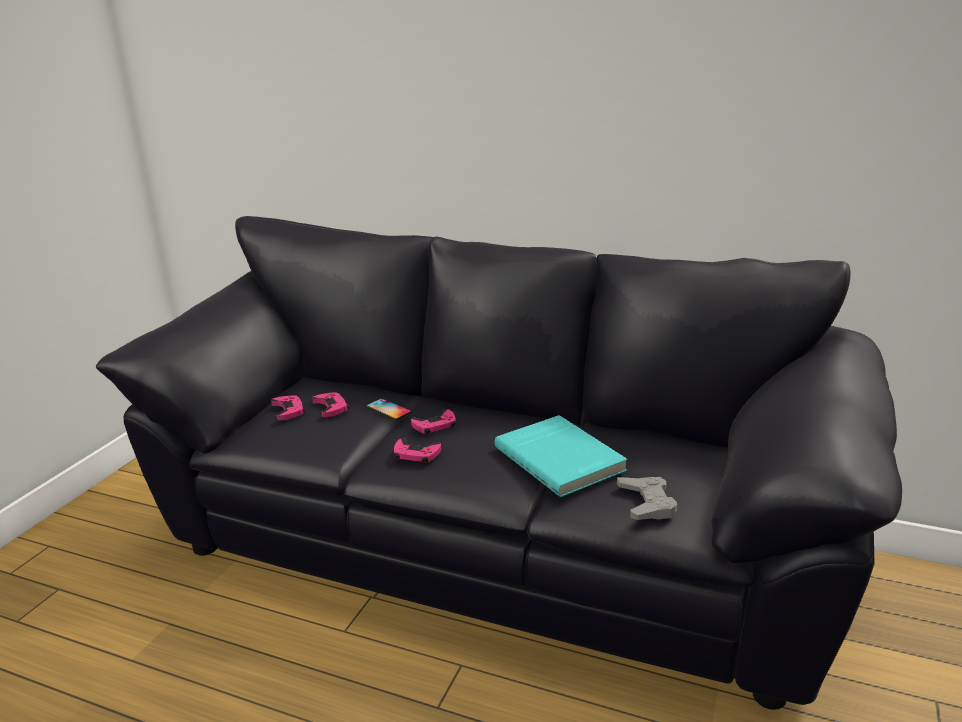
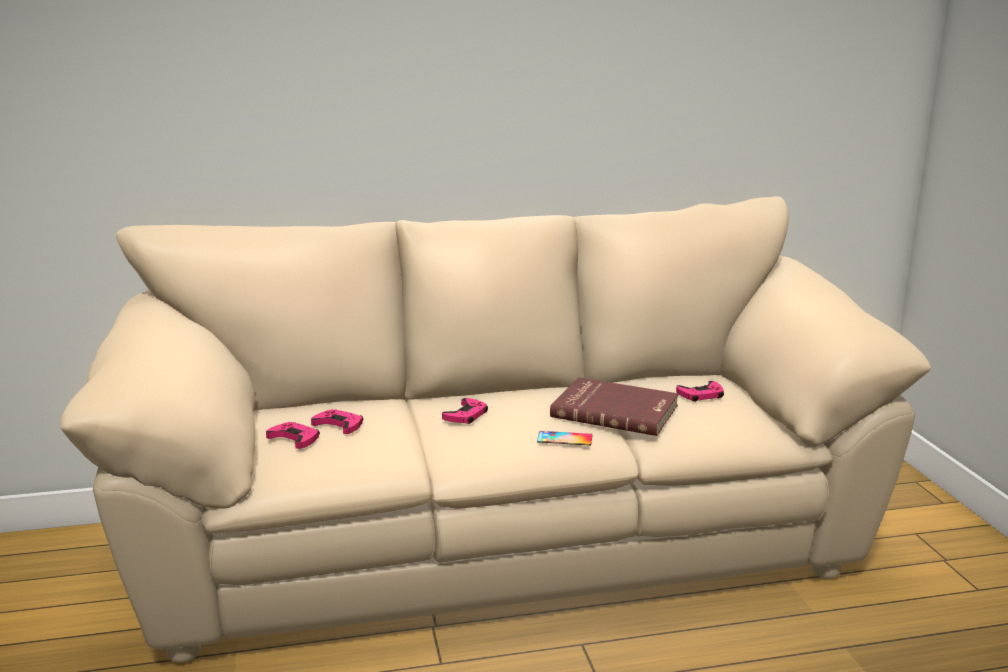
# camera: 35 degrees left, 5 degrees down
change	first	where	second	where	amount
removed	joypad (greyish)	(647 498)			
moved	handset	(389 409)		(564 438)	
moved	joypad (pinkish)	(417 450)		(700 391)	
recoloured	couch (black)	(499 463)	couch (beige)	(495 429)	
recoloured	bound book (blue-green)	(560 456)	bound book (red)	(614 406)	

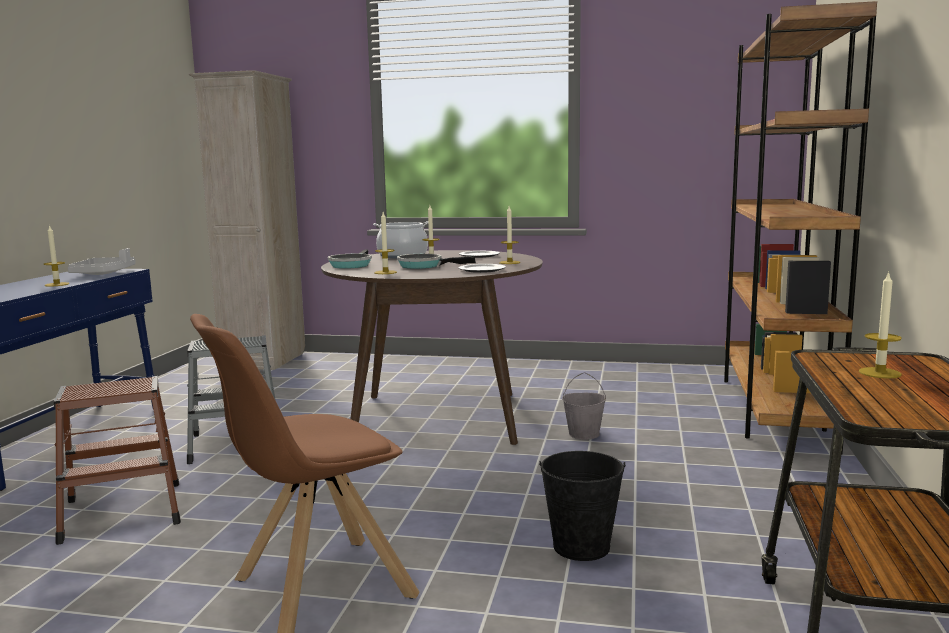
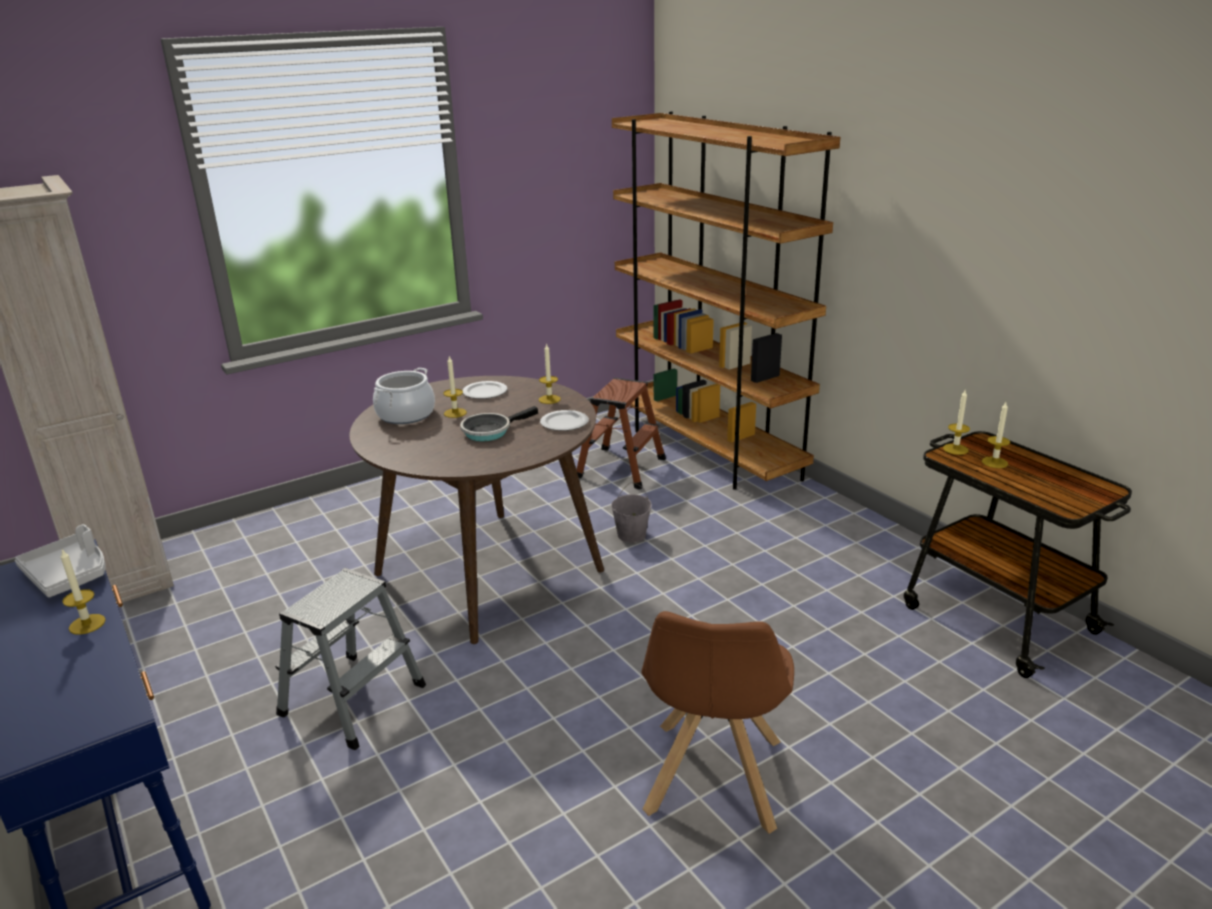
# camera: 45 degrees left, 15 degrees up
change	first	where	second	where	amount
removed	pan	(350 259)			
removed	bucket (black)	(582 506)			
moved	stepladder (brown-coloured)	(117 460)		(621 433)	
moved	wax candle	(385 243)		(956 422)	

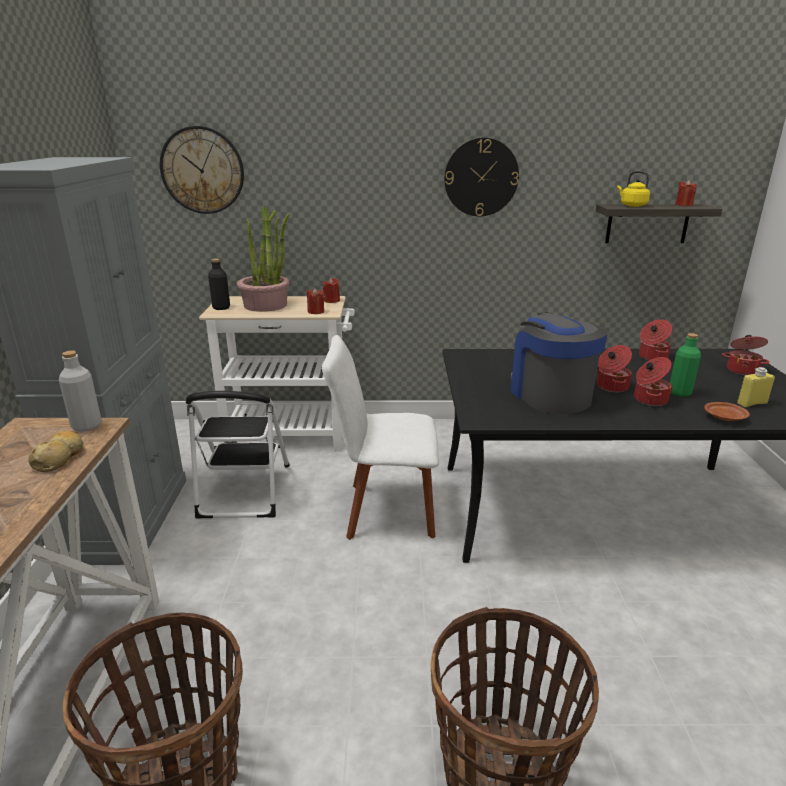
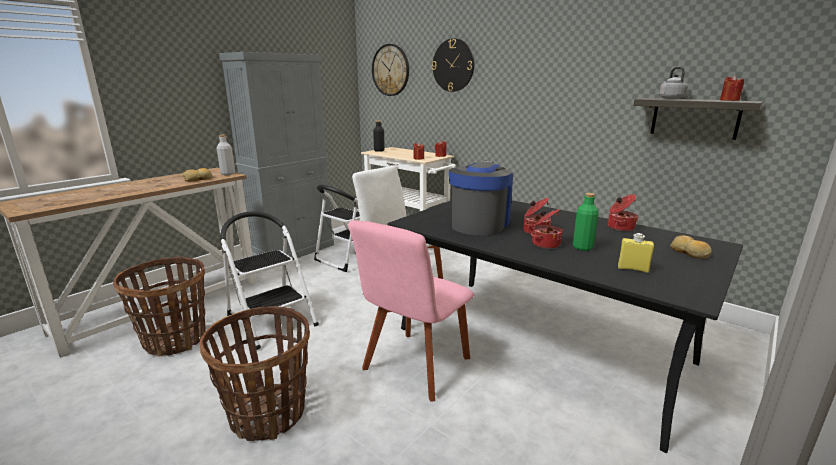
# camera: 40 degrees right, 5 degrees down
change	first	where	second	where	amount
removed	potted plant	(263 259)			
removed	plate (brown-coloured)	(727 411)			
added			stepladder	(269 281)	
added			upright chair (pinkish)	(411 311)	
moved	clock on the wall	(481 177)		(453 65)	
replaced	stockpot	(746 355)	bread	(691 247)	
recoloured	tea kettle (yellowish)	(633 189)	tea kettle (greyish)	(673 83)	

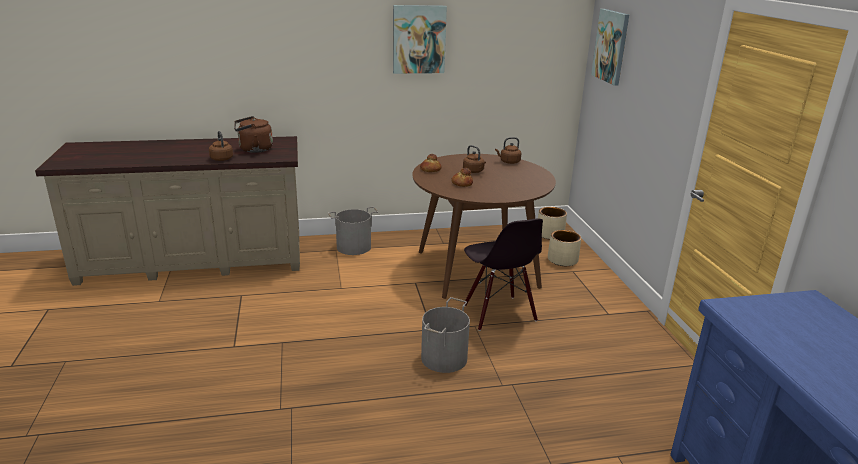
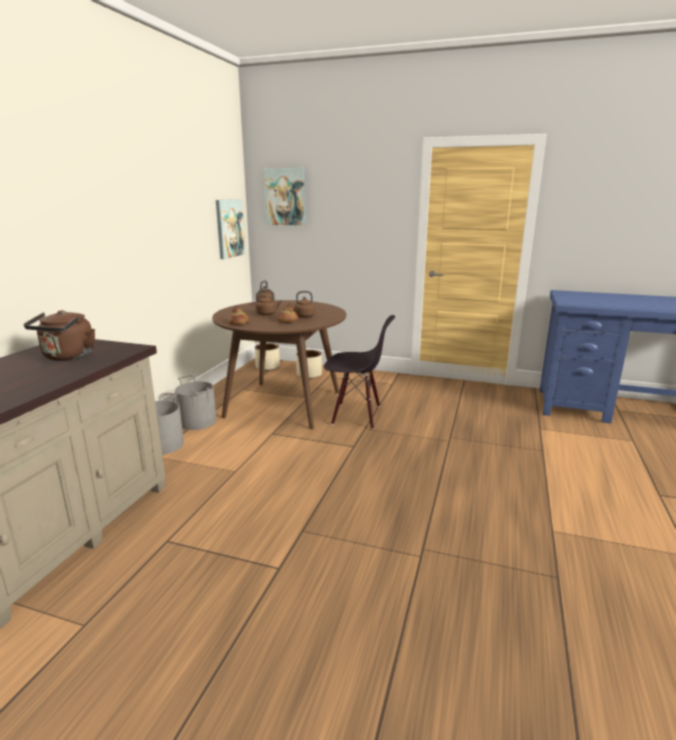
# camera: 60 degrees left, 5 degrees down
change	first	where	second	where	amount
moved	tea kettle (brown-coloured)	(221 146)		(302 304)	
moved	wall picture	(420 39)		(230 229)	
moved	bucket (greyish)	(445 335)		(195 402)	

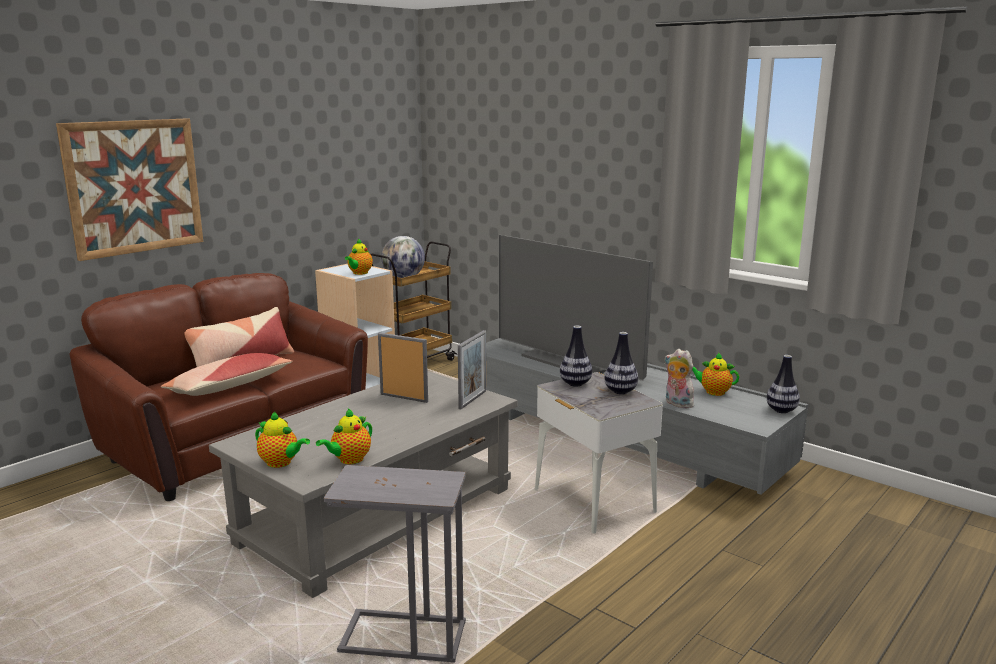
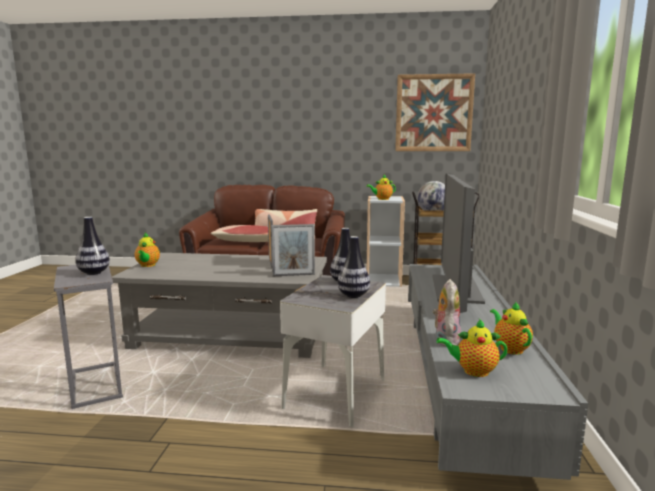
# camera: 55 degrees right, 5 degrees down
change	first	where	second	where	amount
moved	wall picture	(129 189)		(435 112)	
moved	tea pot	(344 436)		(472 348)	
moved	vase	(783 384)		(92 246)	

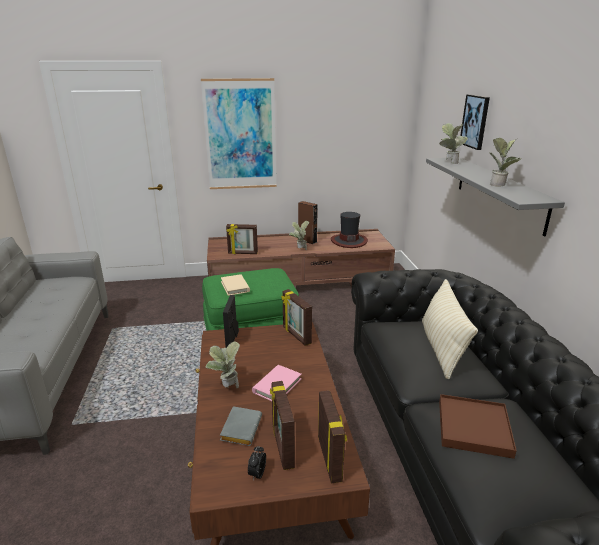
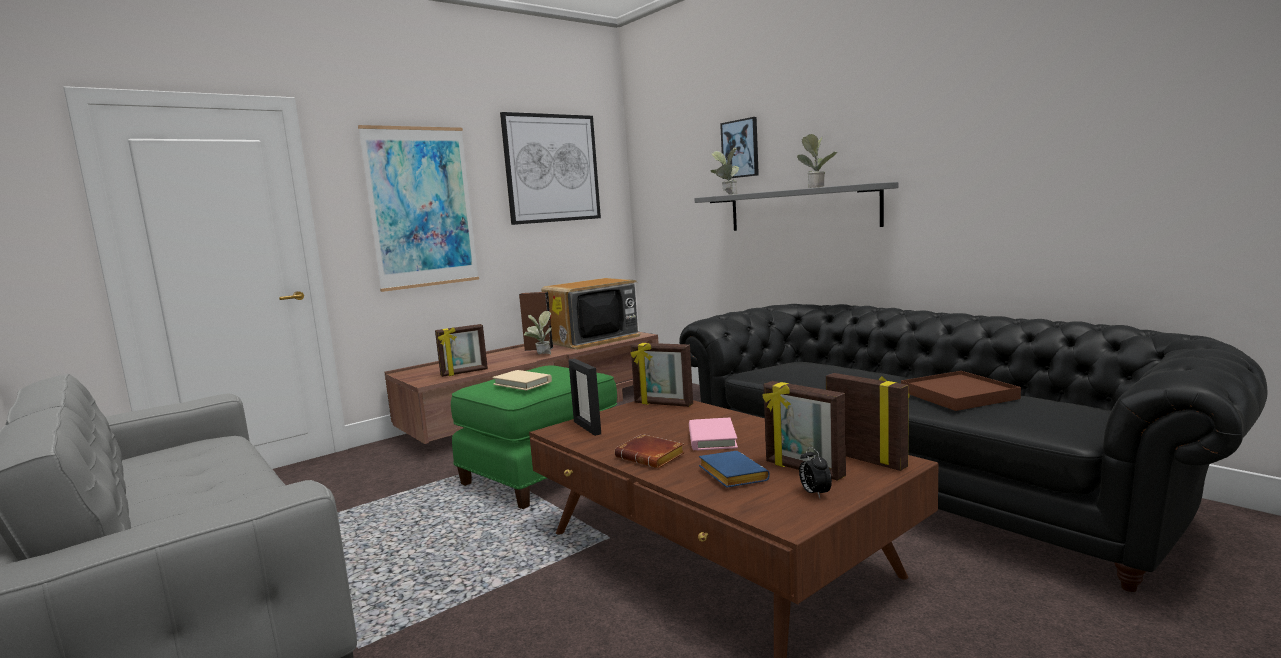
# camera: 30 degrees left, 15 degrees down
change	first	where	second	where	amount
removed	cushion (beige)	(450 329)			
added			wall picture	(550 168)	
replaced	potted plant	(222 364)	bound book (brown-coloured)	(650 451)	
replaced	hat	(349 230)	television	(591 314)	
recoloured	bound book (greyish)	(241 426)	bound book (blue)	(734 469)	

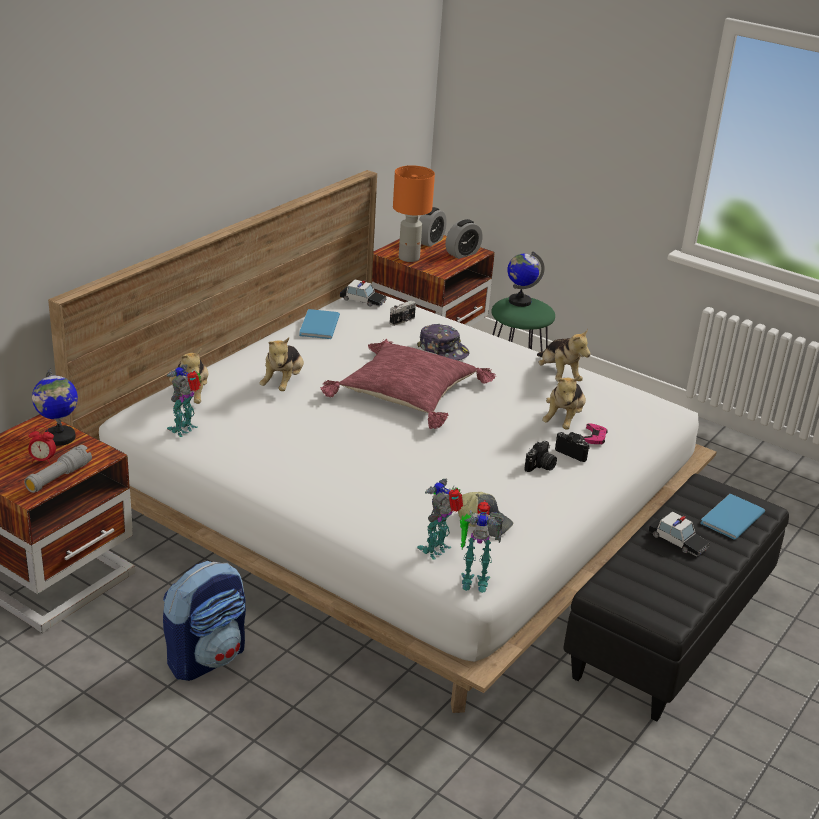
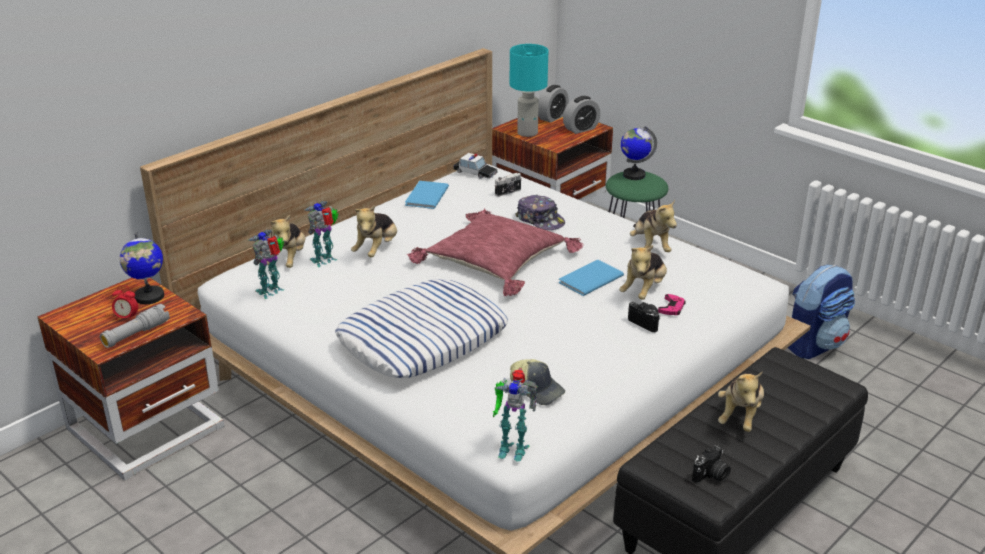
# camera: 10 degrees right, 0 degrees up
change	first	where	second	where	amount
added			cushion	(421 328)	
moved	rucksack	(204 621)		(821 312)	
moved	model robot	(440 519)		(321 234)	
moved	photo camera	(540 456)		(711 464)	
moved	bound book (blue)	(732 517)		(591 278)	
replaced	toy car	(678 534)	cuddly toy	(741 401)	
recoloured	tabletop lamp (orangey)	(414 213)	tabletop lamp (blue-green)	(529 90)	

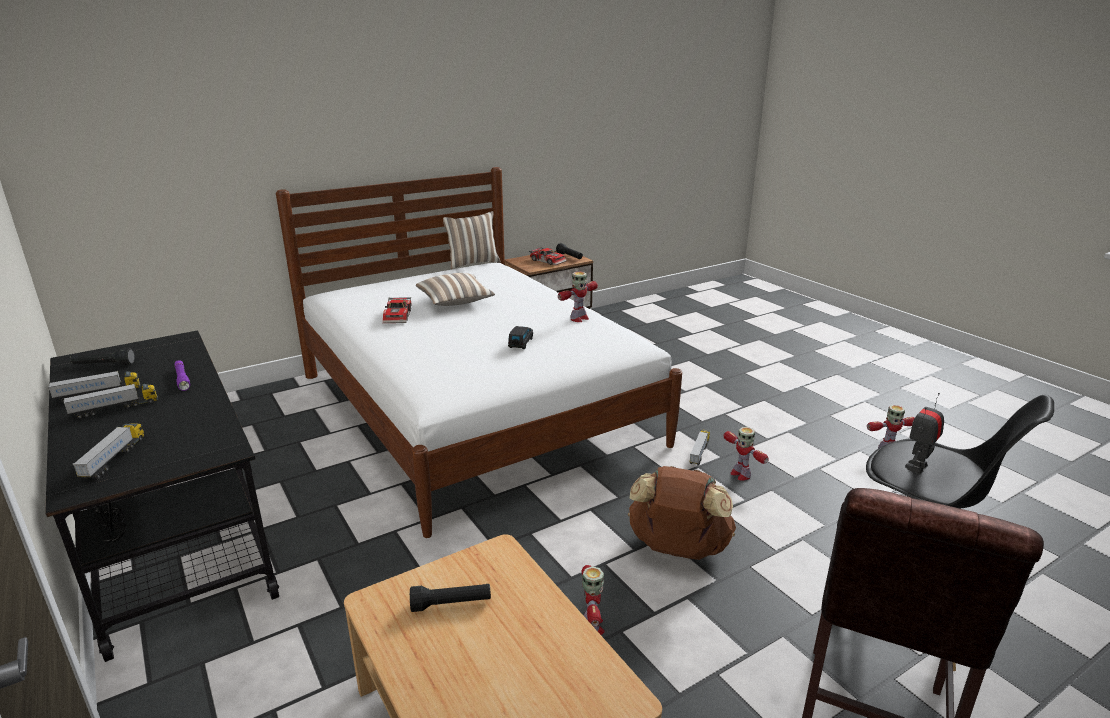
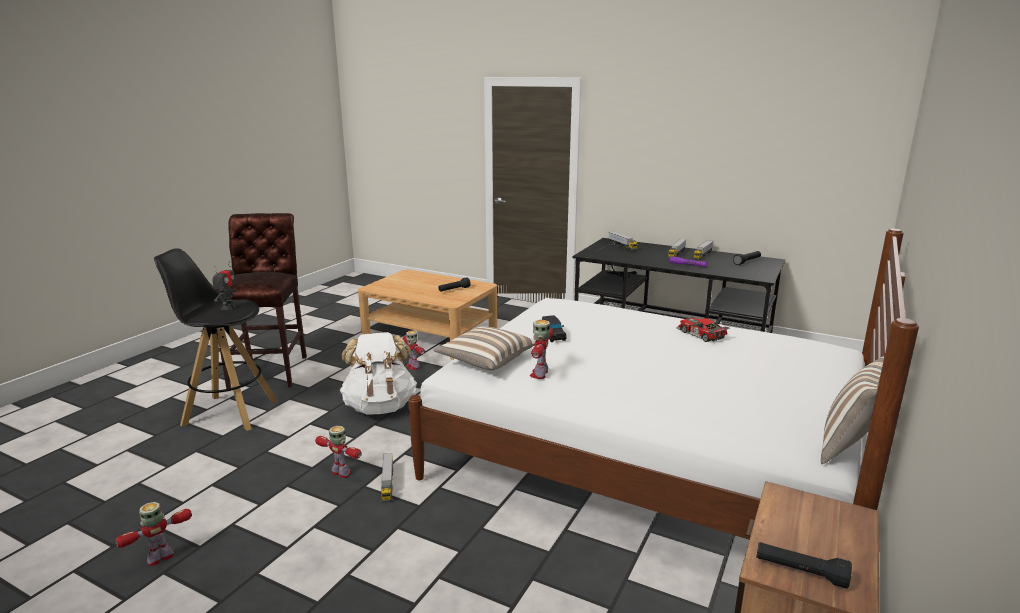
# camera: 150 degrees right, 5 degrees down
change	first	where	second	where	amount
removed	toy car	(548 256)			
moved	cushion	(455 289)		(484 348)	
recoloured	rucksack (brown-coloured)	(682 513)	rucksack (whitish)	(378 373)	

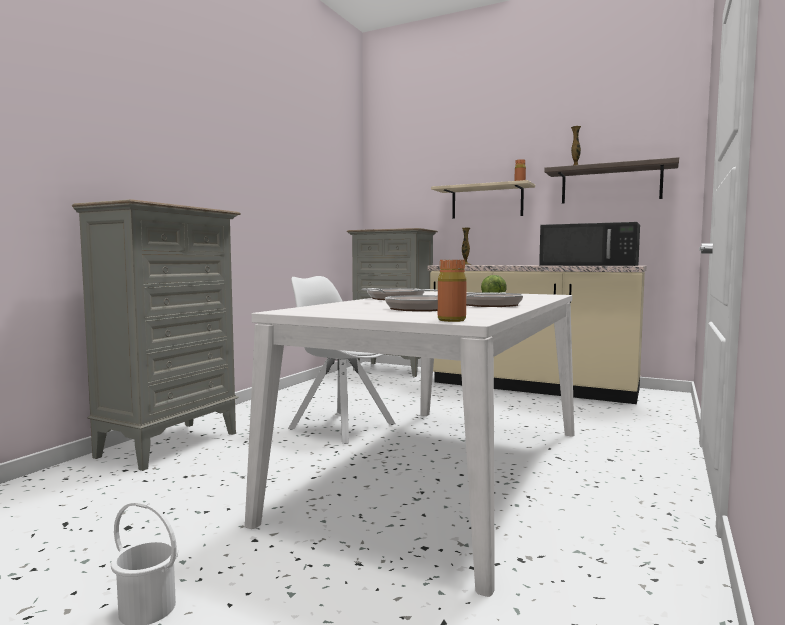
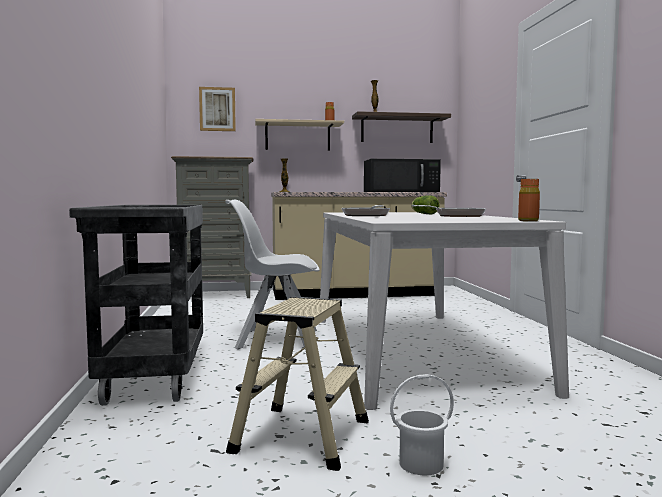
# camera: 35 degrees left, 0 degrees up
change	first	where	second	where	amount
removed	pan	(445 302)			
added			wall picture	(217 109)	
added			stepladder (beige)	(297 383)	
replaced	drawer chest (greyish)	(156 335)	wheeled cart (black)	(136 305)	

